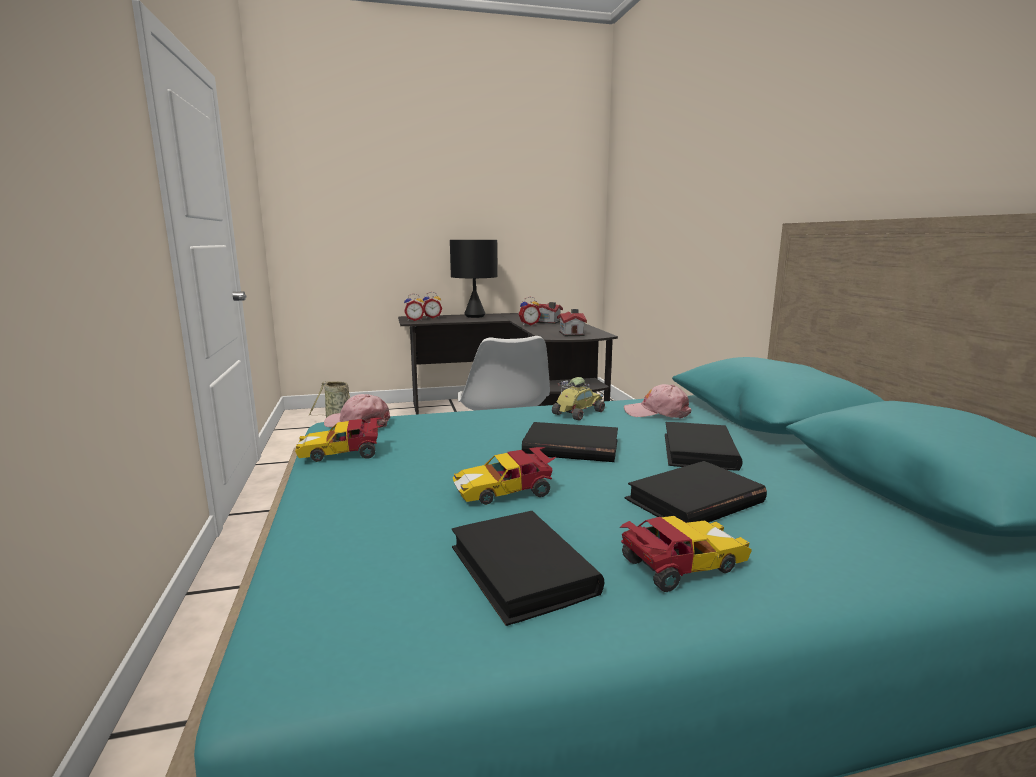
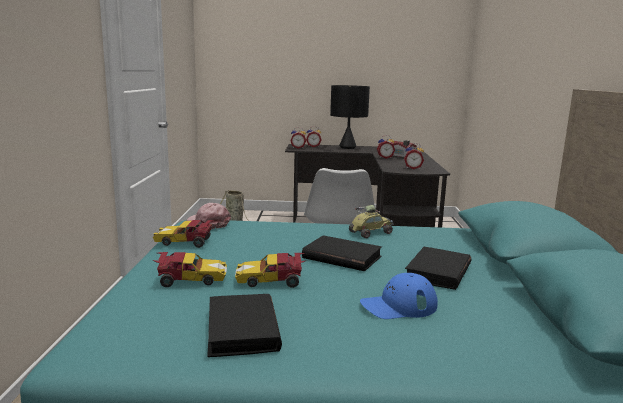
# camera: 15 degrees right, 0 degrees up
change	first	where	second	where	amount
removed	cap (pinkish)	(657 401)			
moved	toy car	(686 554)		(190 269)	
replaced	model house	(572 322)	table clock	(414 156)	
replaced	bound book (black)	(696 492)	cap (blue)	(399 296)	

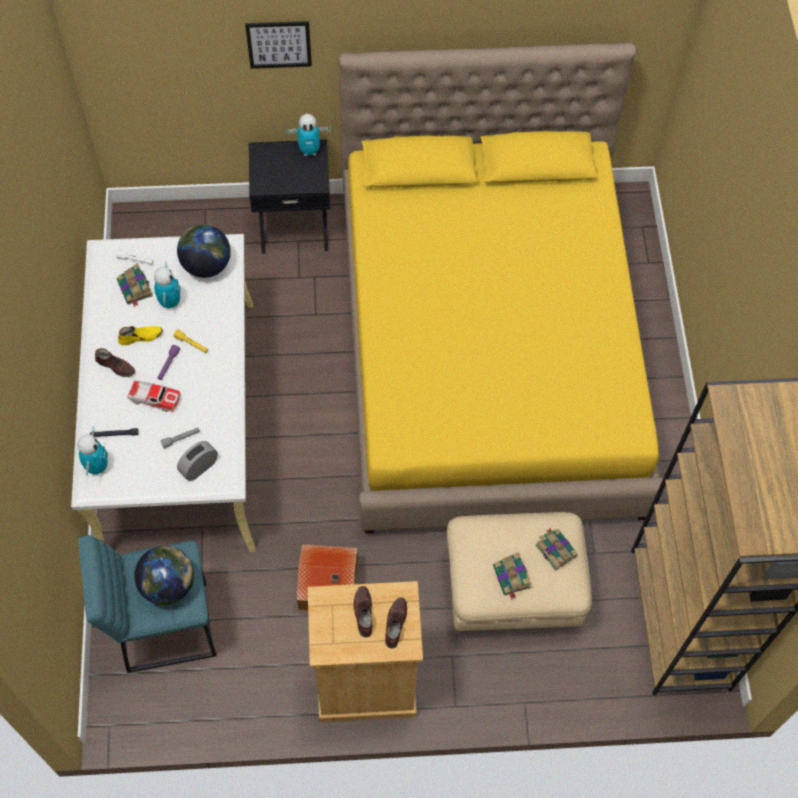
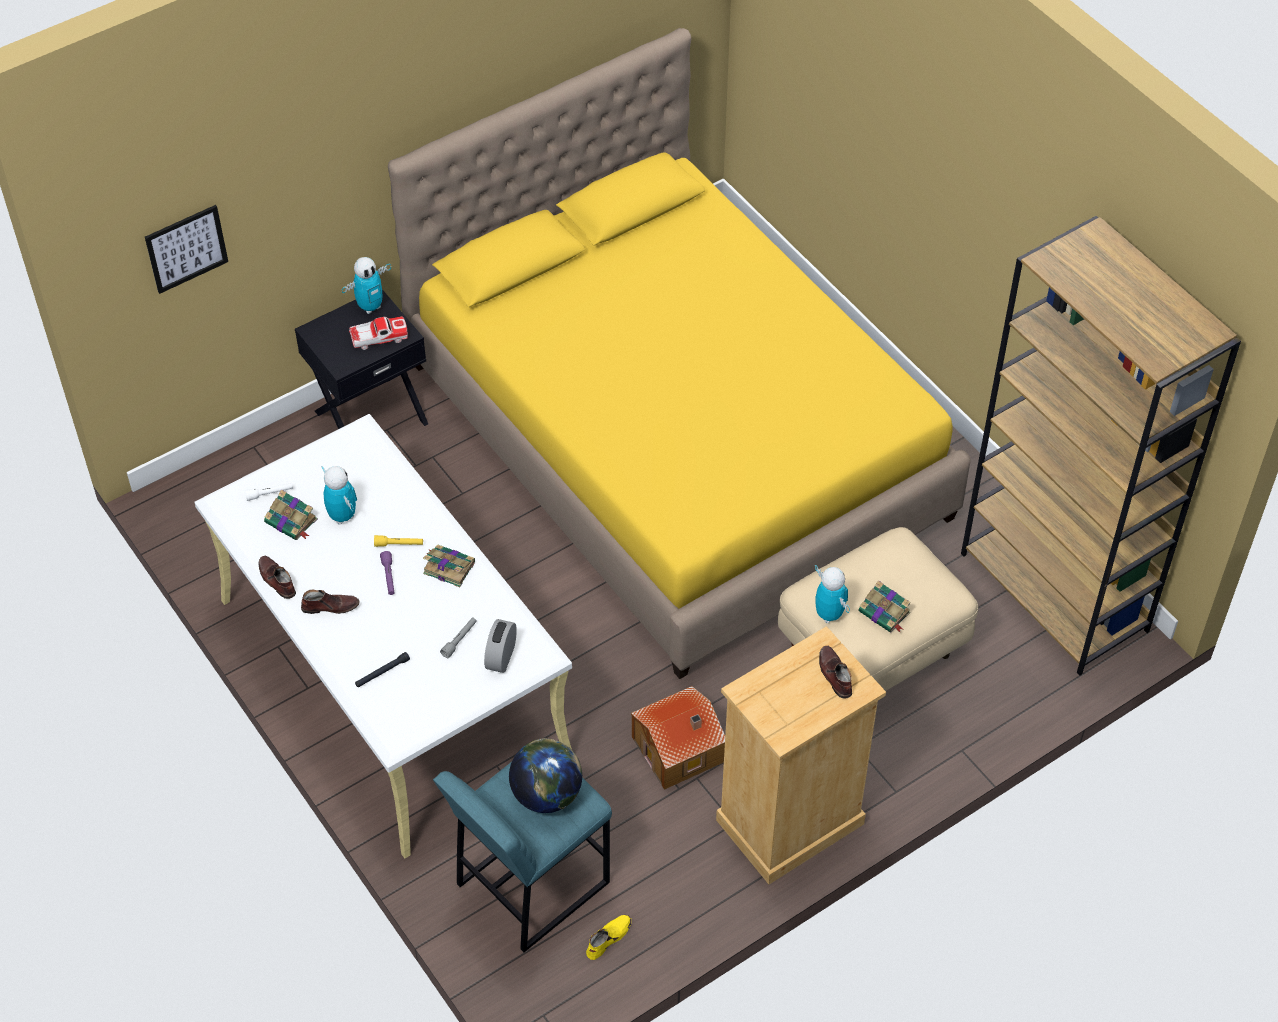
# camera: 30 degrees left, 10 degrees down
change	first	where	second	where	amount
removed	desk globe	(204 251)			
moved	model robot	(92 451)		(832 594)	
moved	low shoe (yellowish)	(140 335)		(608 937)	
moved	toy car	(154 396)		(378 333)	
moved	wall picture	(278 45)		(186 249)	
moved	low shoe (brown-coloured)	(363 612)		(277 577)	
moved	bound book	(556 549)		(449 566)	

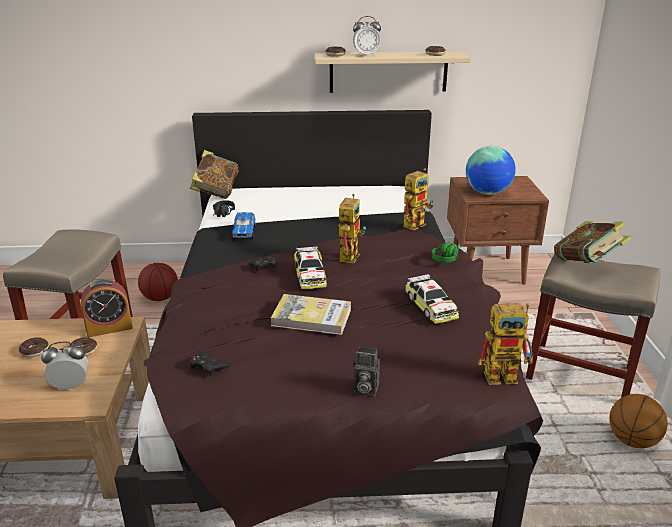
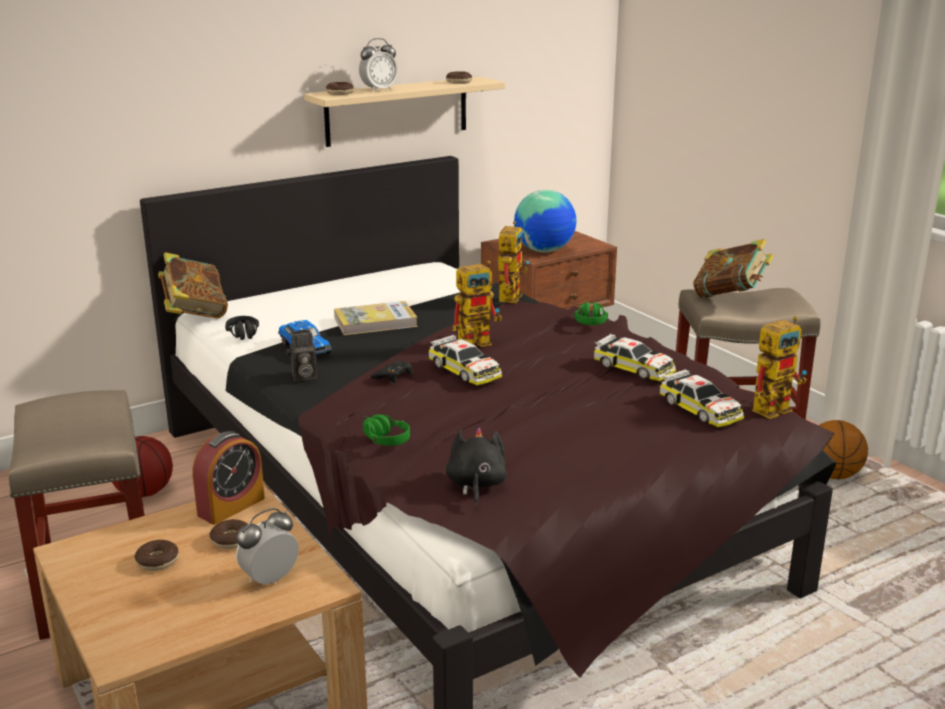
# camera: 30 degrees left, 5 degrees down
change	first	where	second	where	amount
added			headset (green-coloured)	(386 430)	
added			toy car	(702 398)	
moved	bound book	(311 314)		(376 318)	
moved	photo camera	(366 371)		(302 356)	
replaced	joypad (black)	(210 364)	cuddly toy (black)	(476 467)	
turned	model robot	(352 229)		(477 304)	75 degrees clockwise

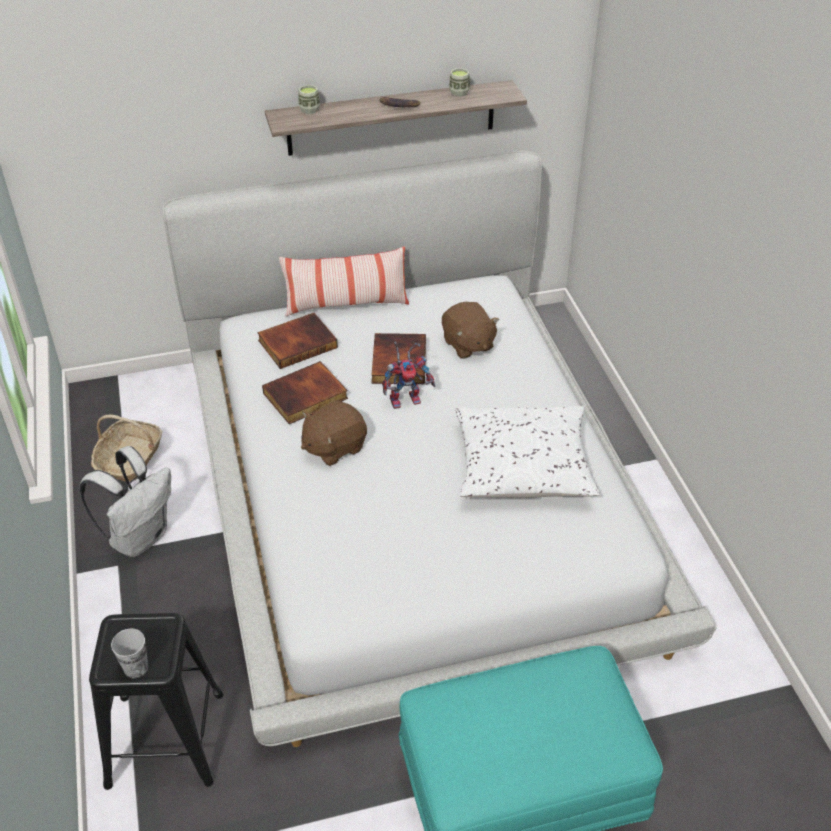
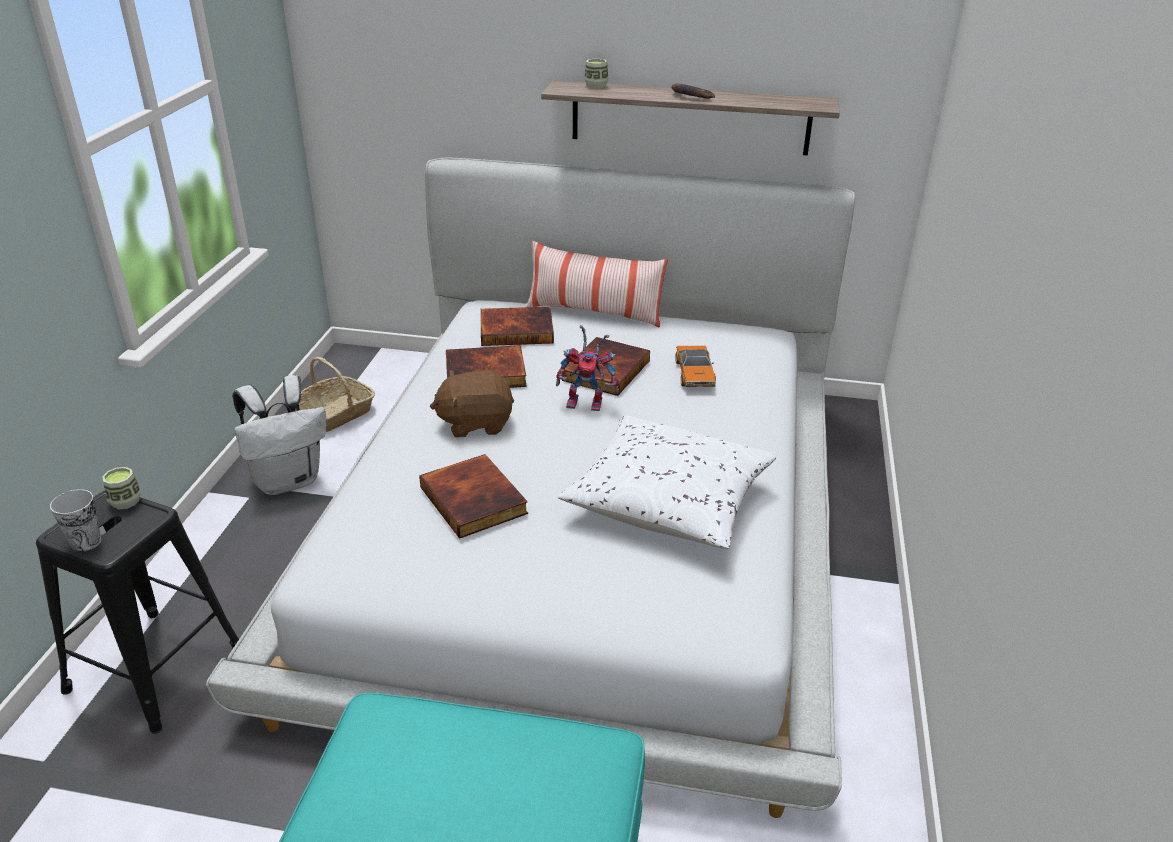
# camera: 25 degrees right, 10 degrees down
change	first	where	second	where	amount
added			bound book	(473 496)	
moved	cup	(459 82)		(121 488)	
replaced	cuddly toy (brown-coloured)	(471 330)	toy car	(696 366)	

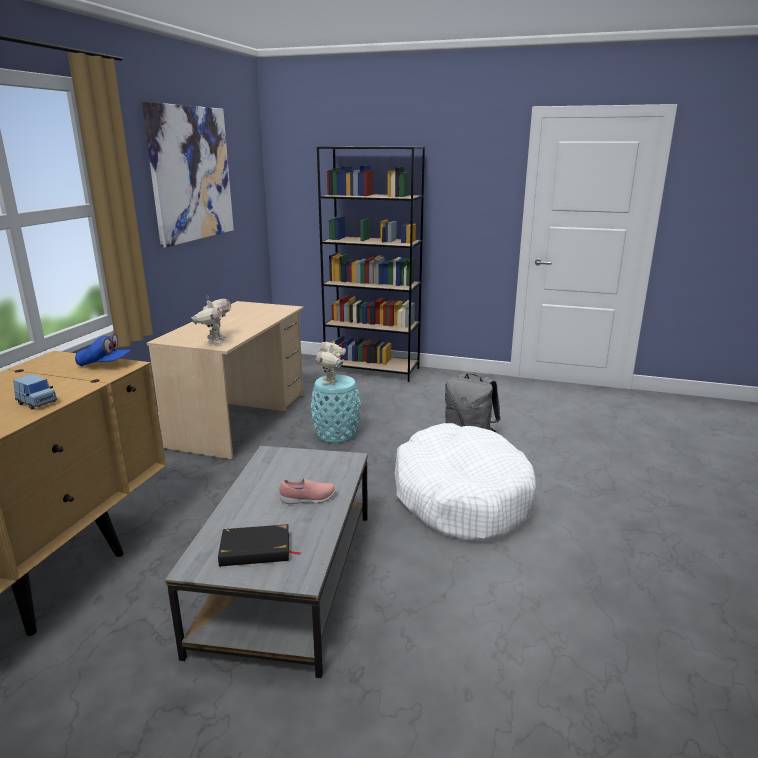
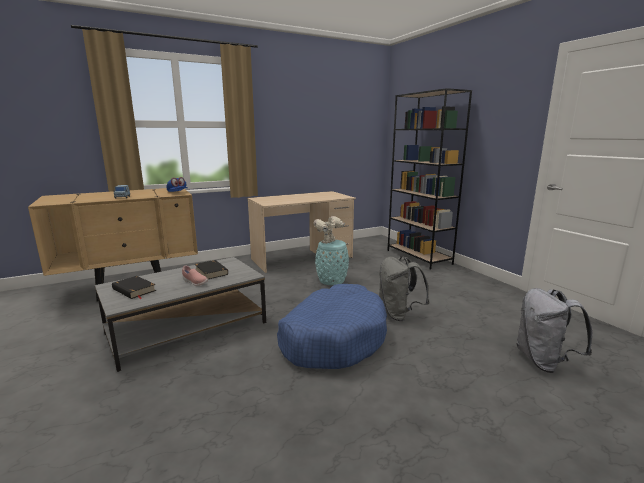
# camera: 45 degrees right, 5 degrees down
change	first	where	second	where	amount
removed	wall picture	(188 175)			
removed	model robot	(211 321)			
added			bound book (black)	(211 269)	
added			rucksack (greyish)	(555 330)	
recoloured	pet bed (whitish)	(466 482)	pet bed (blue)	(332 326)	

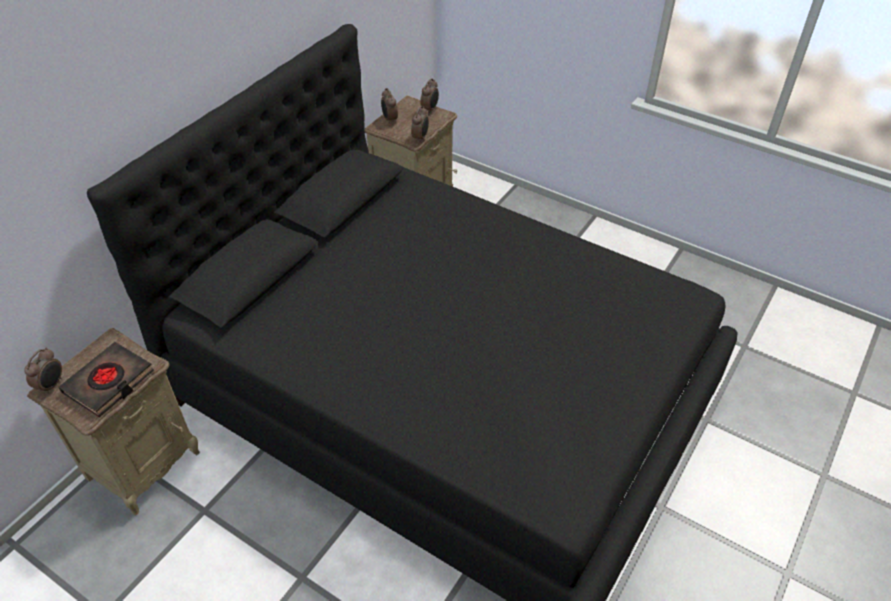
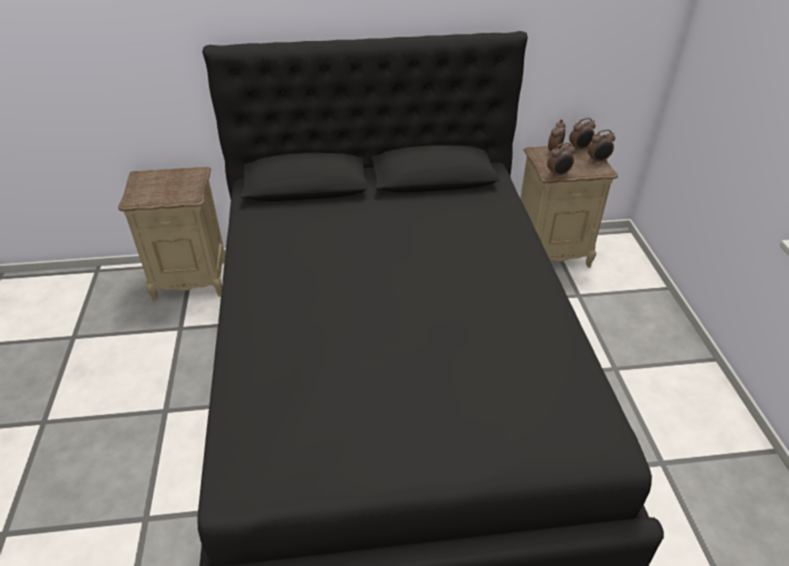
# camera: 50 degrees right, 5 degrees down
change	first	where	second	where	amount
removed	bound book (black)	(106 379)			
moved	table clock	(43 371)		(582 134)	

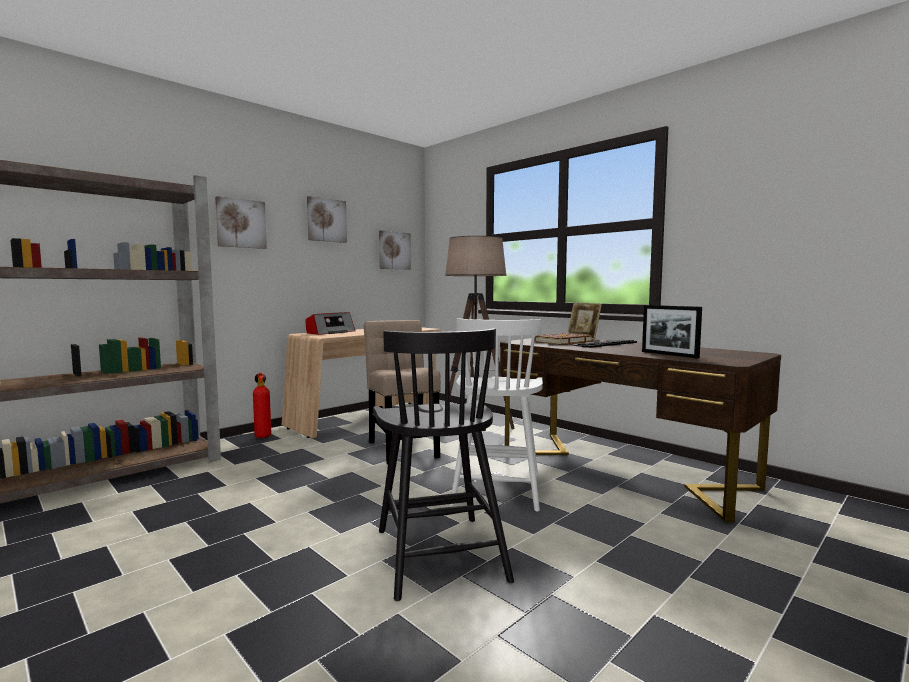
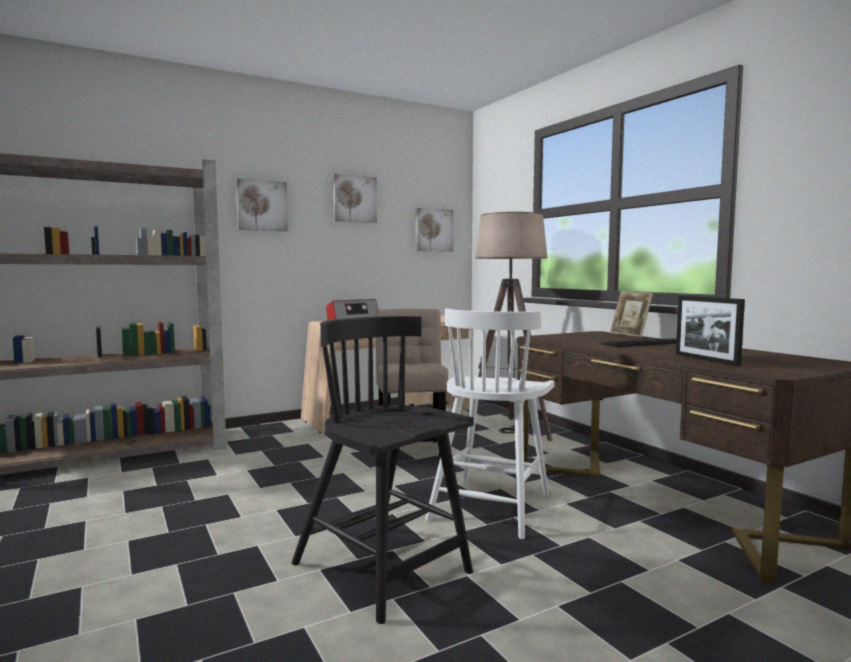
# camera: 15 degrees right, 0 degrees up
change	first	where	second	where	amount
removed	fire extinguisher	(262 405)			
removed	bound book (brown-coloured)	(564 339)			
turned	upright chair (black)	(443 464)		(383 470)	135 degrees clockwise

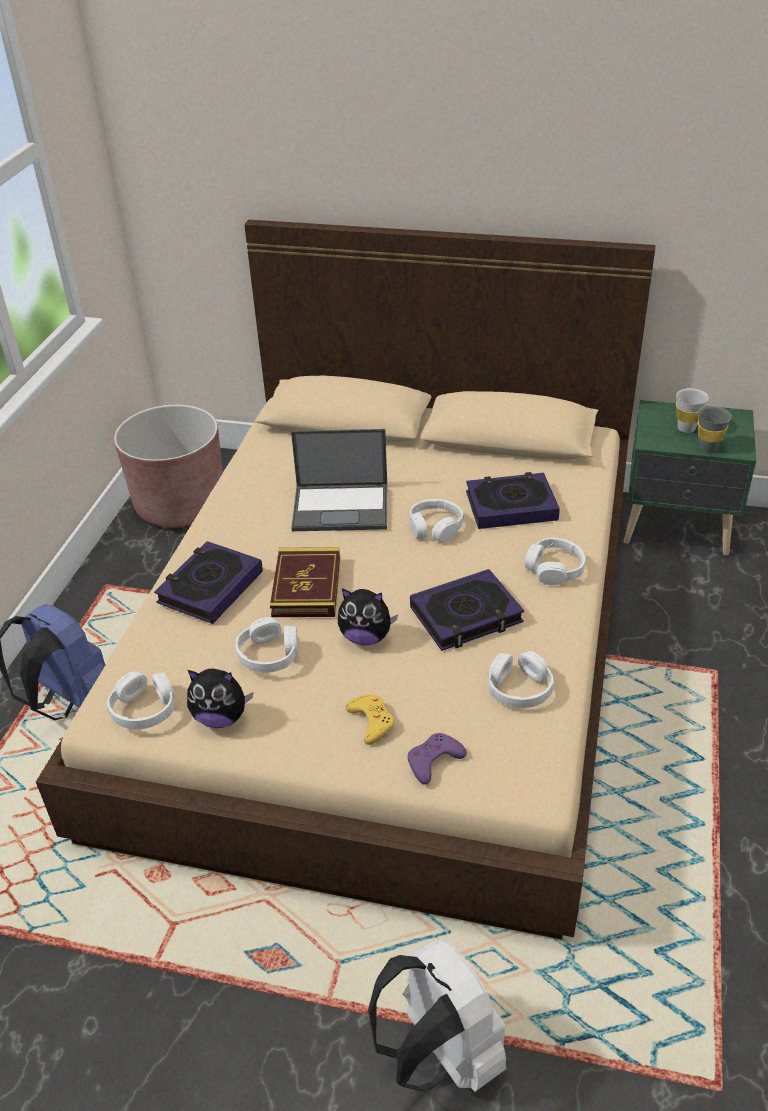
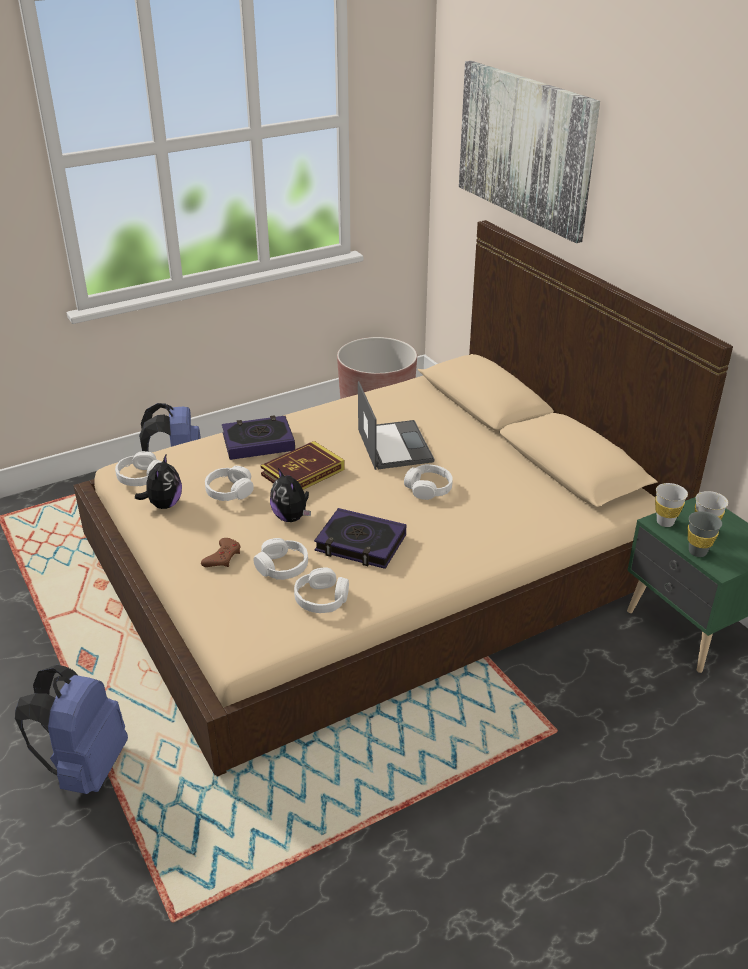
# camera: 45 degrees right, 5 degrees down
change	first	where	second	where	amount
removed	joypad (purple)	(437 759)			
removed	bound book	(513 500)			
added			wall picture	(529 152)	
added			cup (whitish)	(671 505)	
moved	headset (whitish)	(555 561)		(280 559)	
recoloured	joypad (yellowish)	(370 720)	joypad (brown-coloured)	(220 552)	
recoloured	rucksack (whitish)	(437 1016)	rucksack (blue)	(71 729)	
turned	cuddly toy	(220 698)		(158 482)	135 degrees counterclockwise
turned	notebook computer	(339 480)		(396 425)	150 degrees counterclockwise

